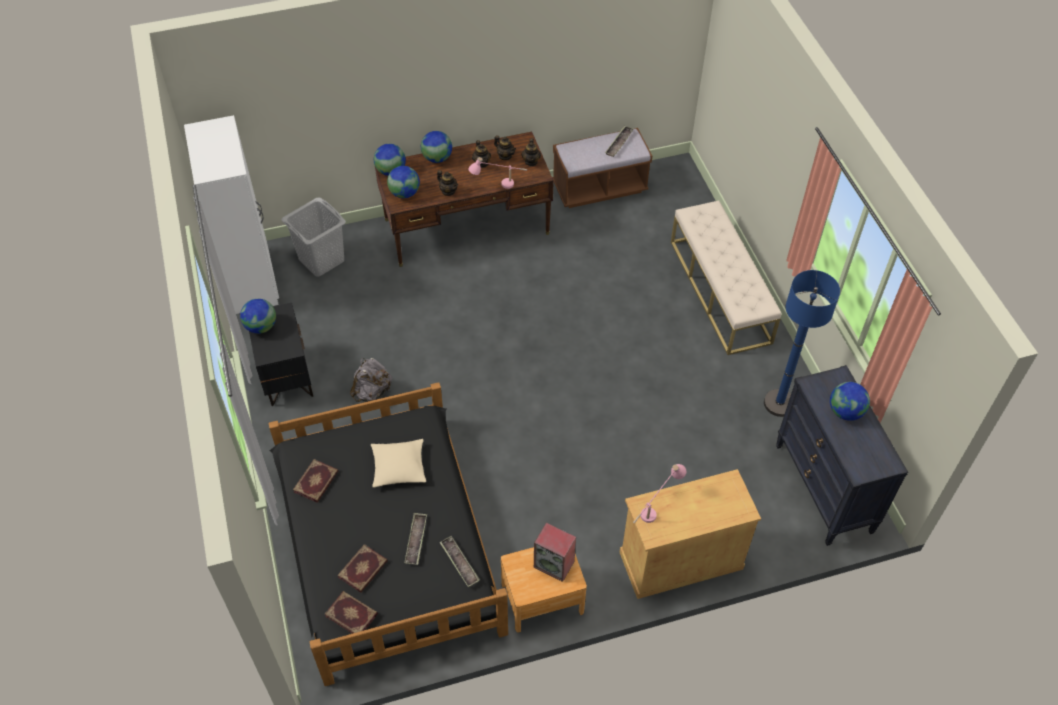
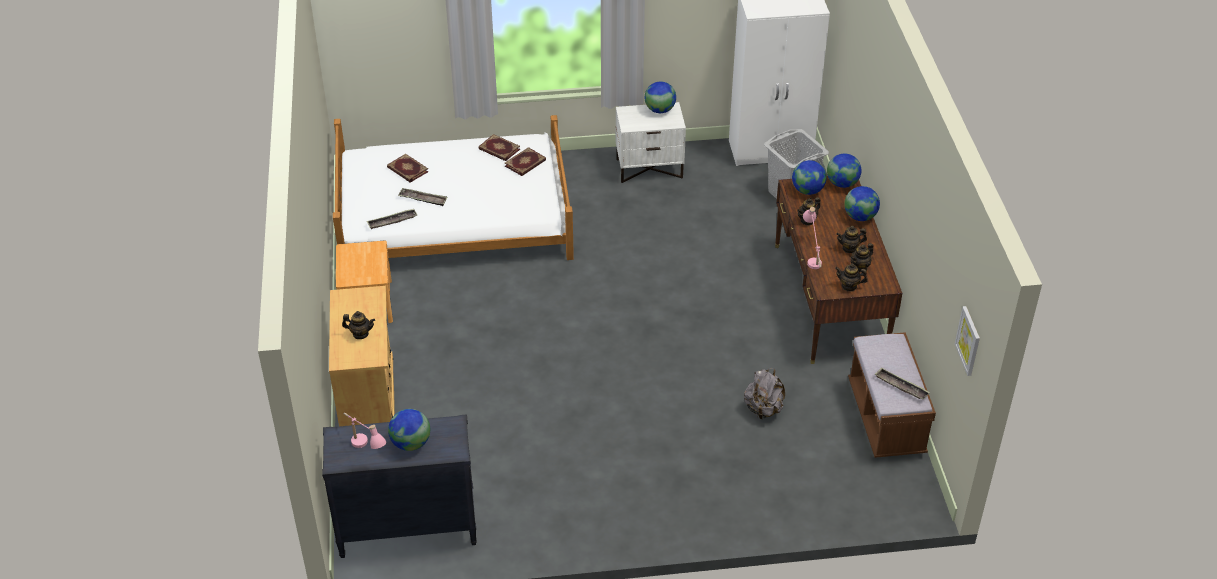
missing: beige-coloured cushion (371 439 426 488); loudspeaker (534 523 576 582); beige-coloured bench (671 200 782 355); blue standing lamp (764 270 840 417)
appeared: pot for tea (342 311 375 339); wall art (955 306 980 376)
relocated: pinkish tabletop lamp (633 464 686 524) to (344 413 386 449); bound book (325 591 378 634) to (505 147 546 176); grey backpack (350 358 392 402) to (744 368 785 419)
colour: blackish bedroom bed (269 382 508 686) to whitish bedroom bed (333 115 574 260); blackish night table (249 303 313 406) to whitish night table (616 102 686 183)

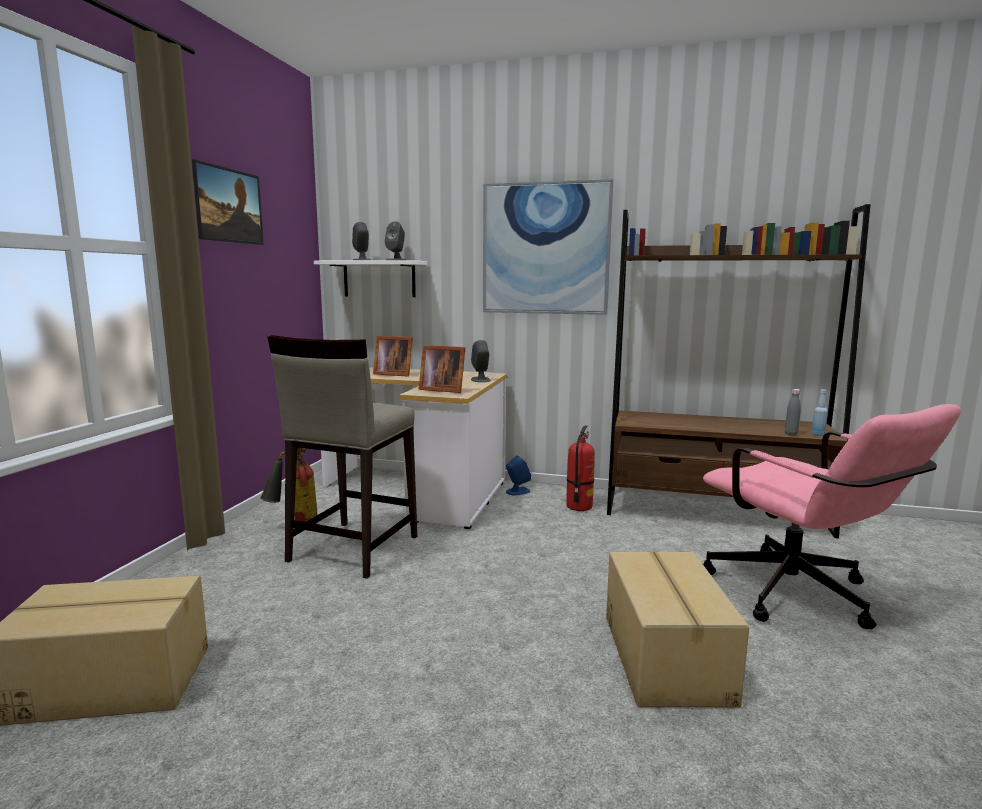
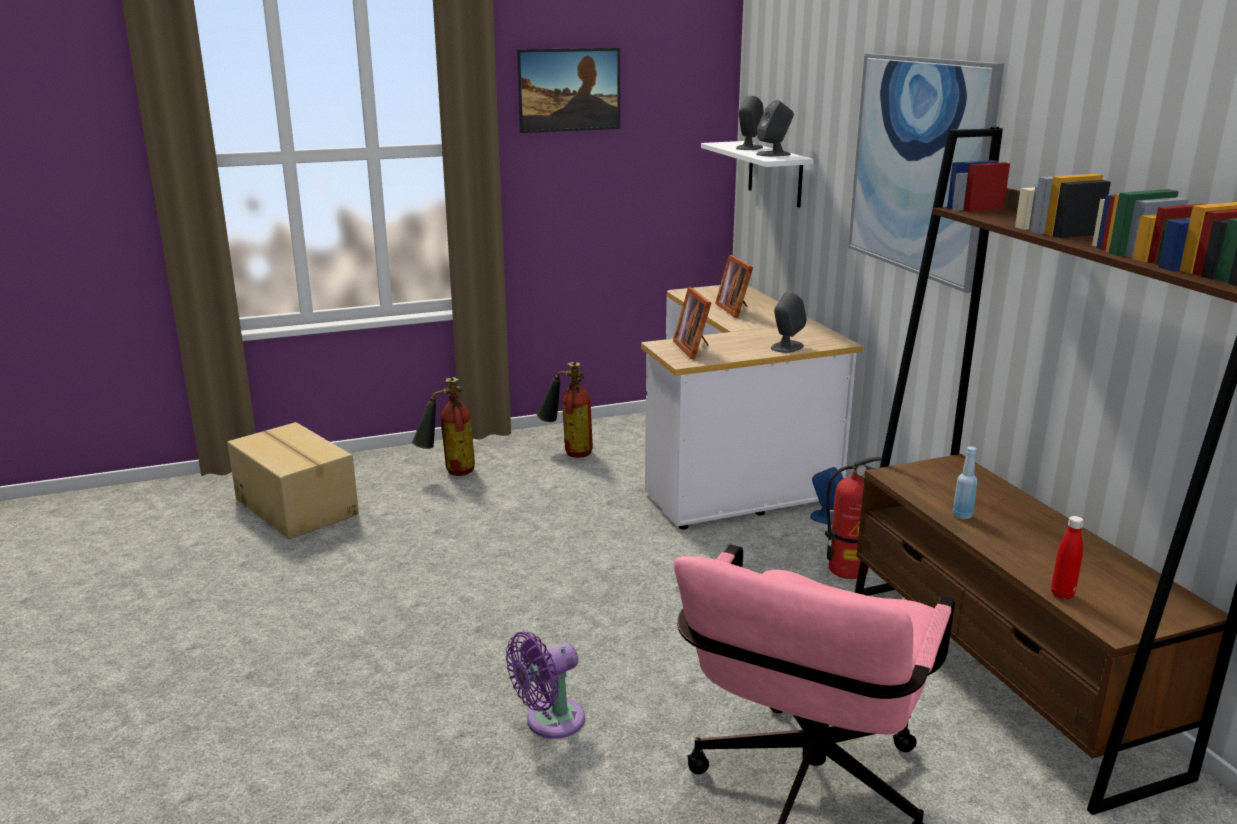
missing: beige-coloured stool seat (267 335 417 579)
appeared: fire-fighting cylinder (412 377 475 476)
relocated: blue beverage bottle (811 389 828 436) to (953 446 978 519)
exchanged: packing box (606 552 749 707) to purplish cooling fan (506 632 585 738)
colour: grey beverage bottle (785 389 801 435) to red beverage bottle (1051 516 1084 599)

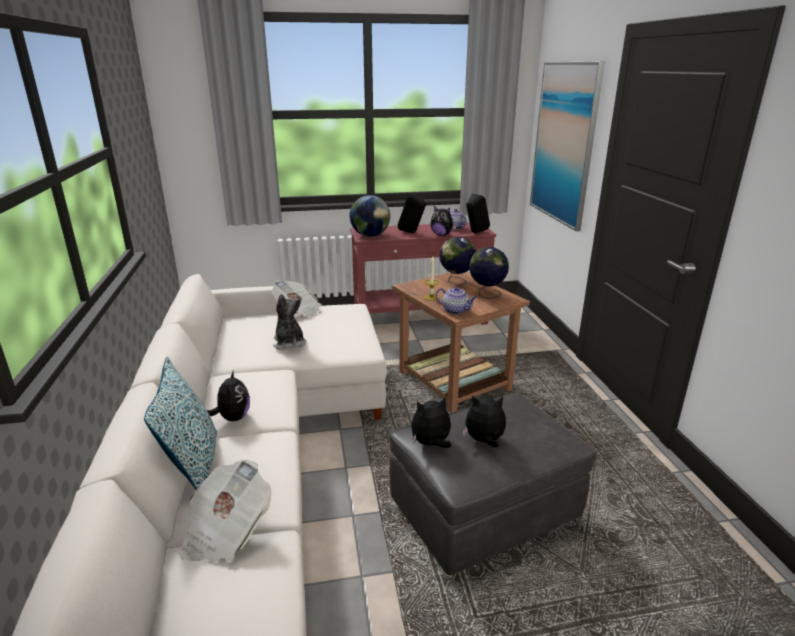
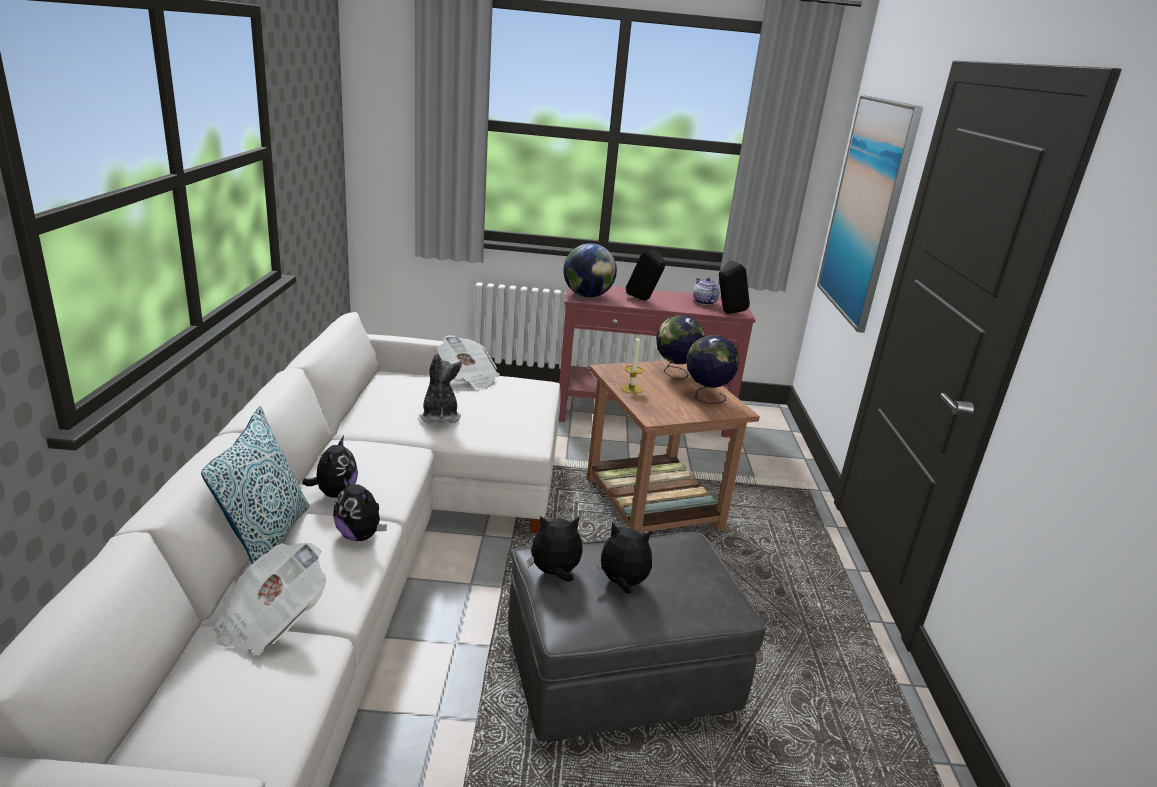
missing: pot for tea (436 286 477 314)
relocated: soft toy (430 206 457 236) to (333 477 387 541)

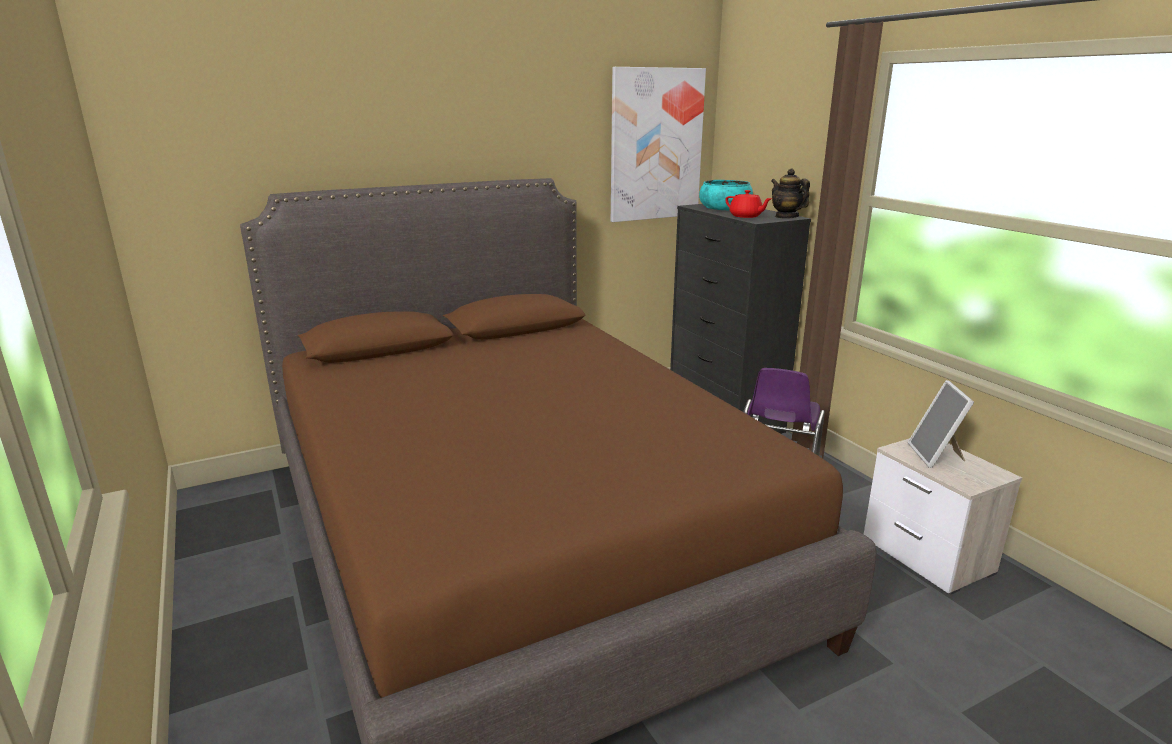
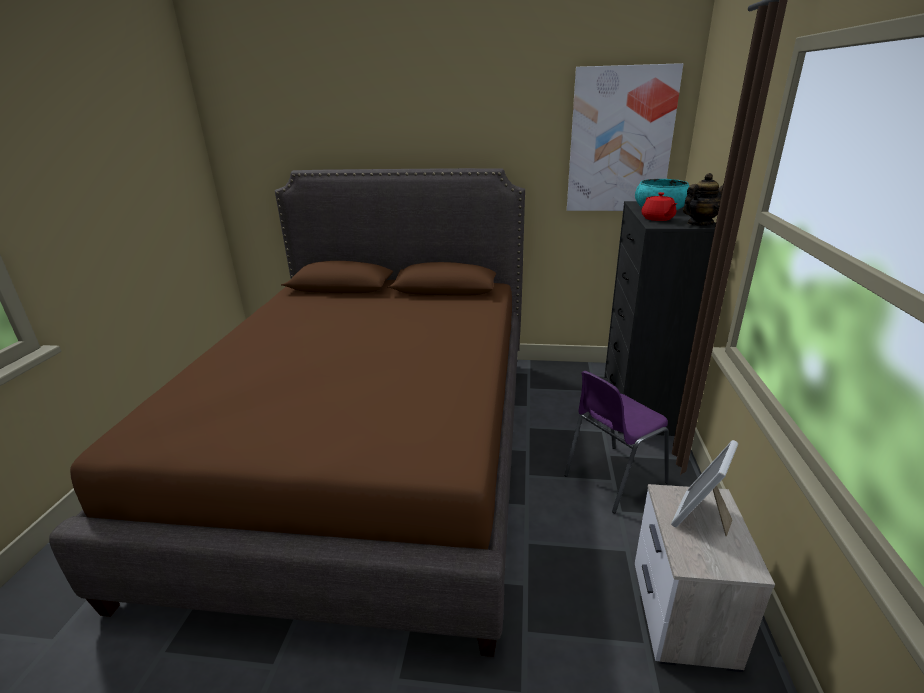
spun: pot for tea (771 168 810 218) = (683 173 723 226) 60 degrees clockwise

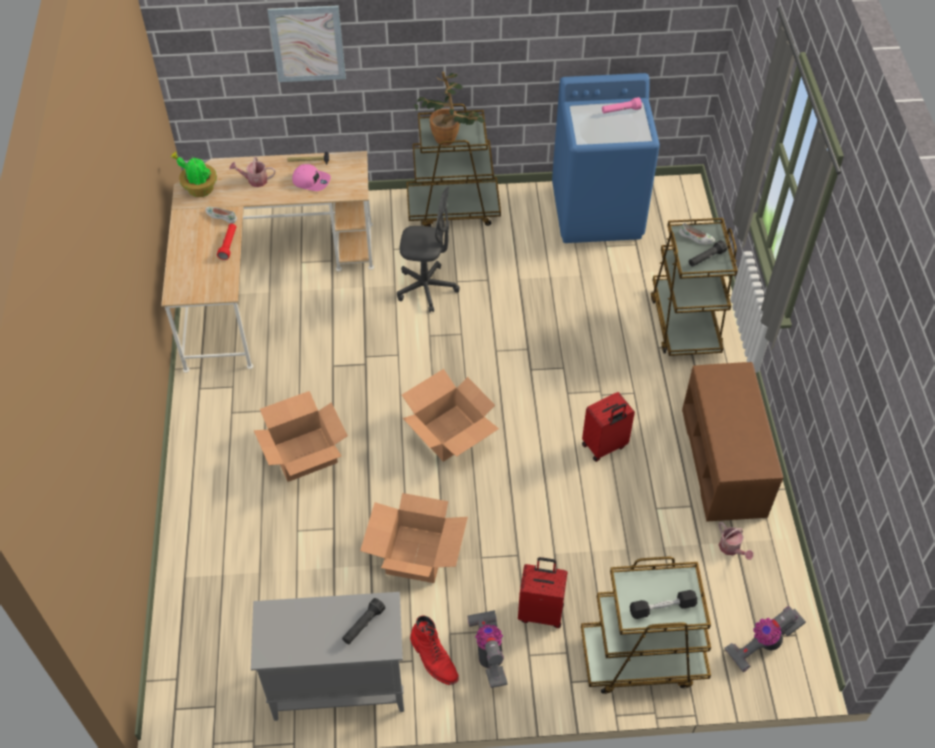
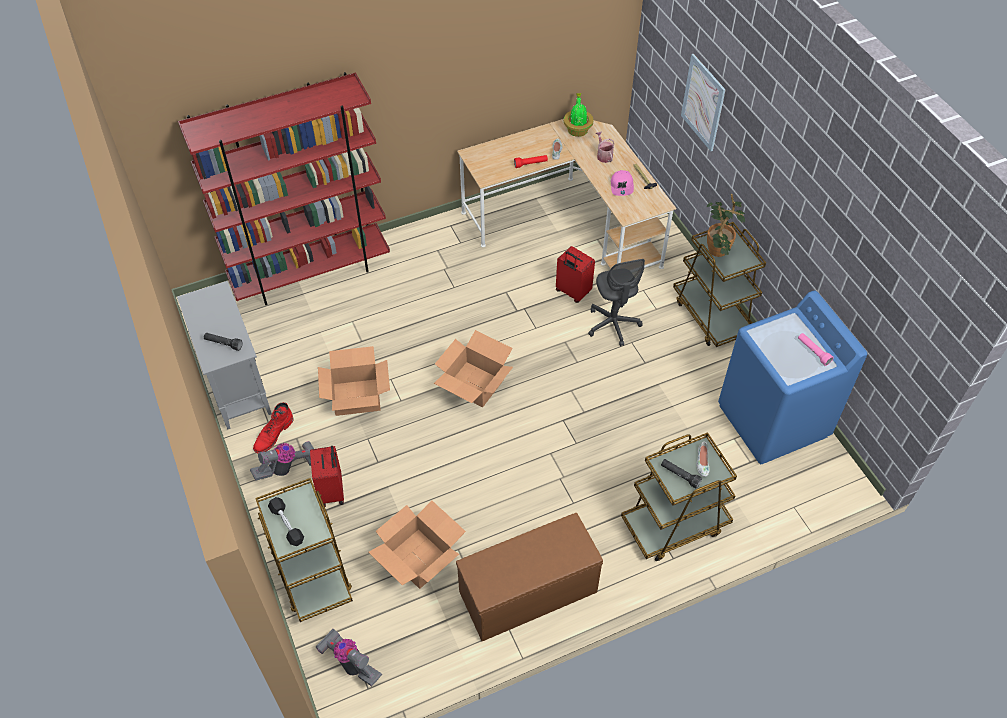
missing: watering pot (719 522 753 560)
appeared: red bookcase (178 72 390 305)
relocated: packing box (254 391 348 482) to (369 501 466 589); red travel case (582 392 635 462) to (556 246 595 303)

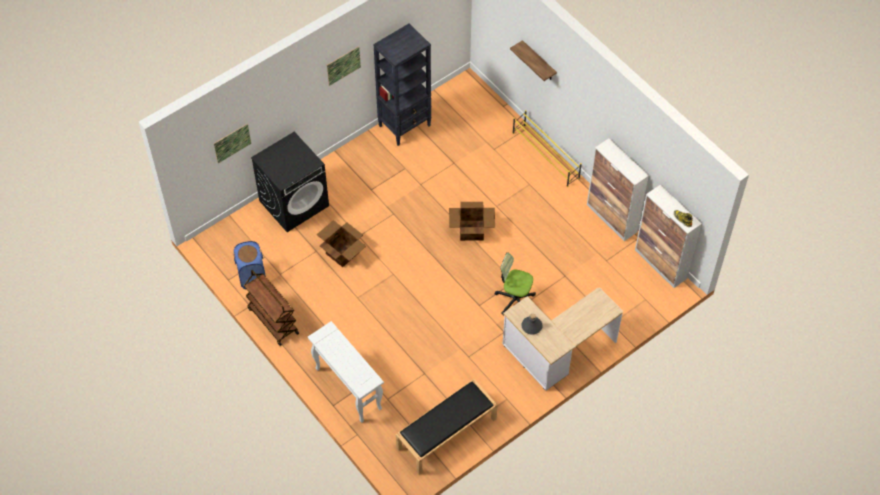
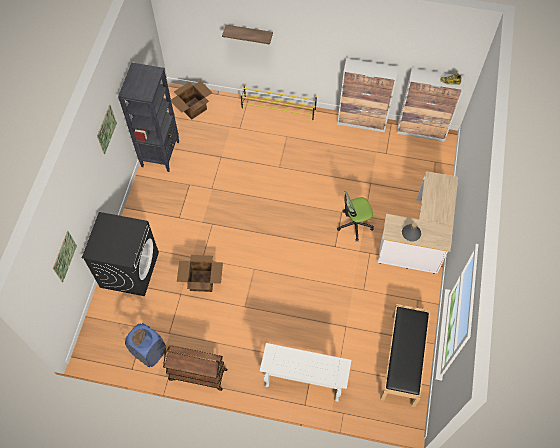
relocated: packing box (449 202 495 241) to (171 81 213 120)

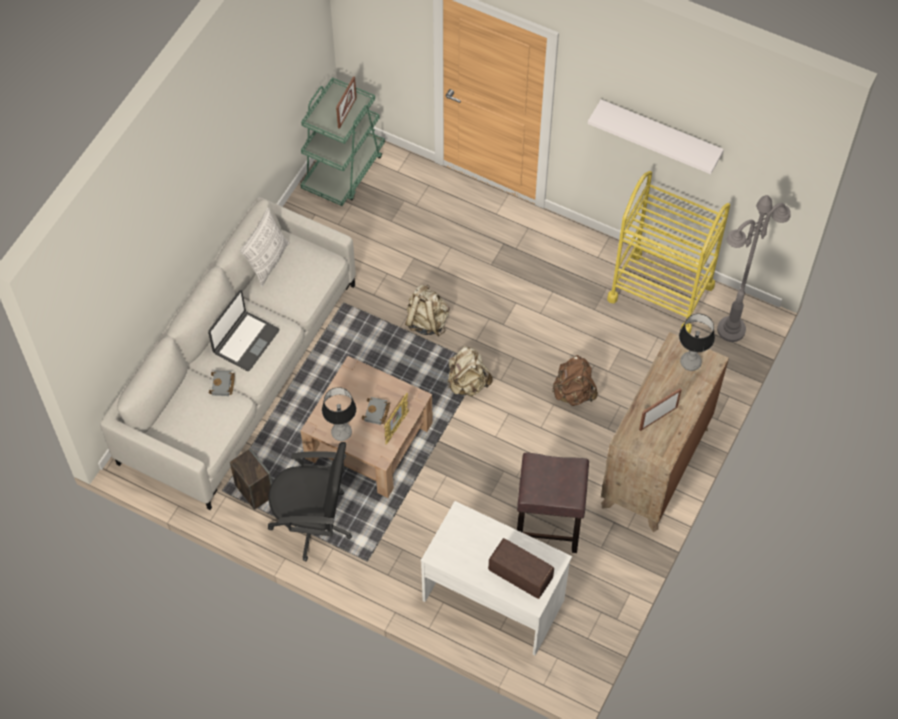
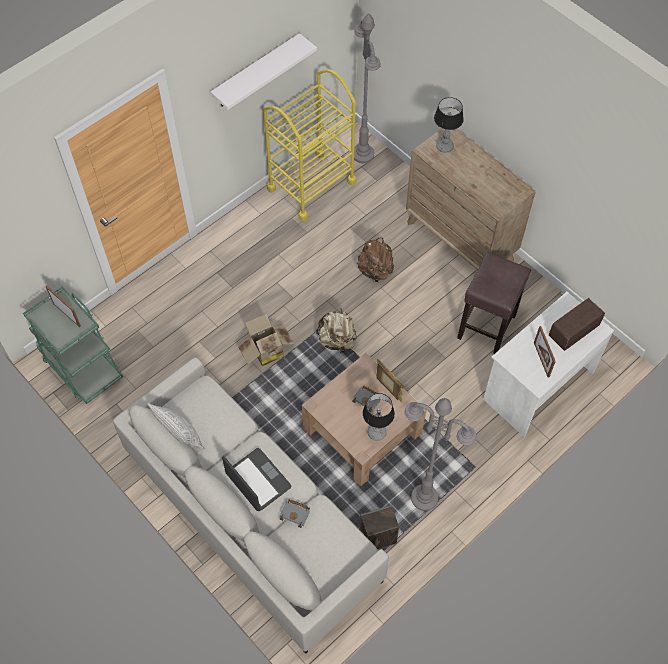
relocated: standing frame (639 388 682 431) to (534 326 556 378)
exchanged: beige-coloured backpack (405 285 450 337) to packing box (238 314 295 366); blackish desk chair (268 442 352 562) to grey standing lamp (404 398 476 511)

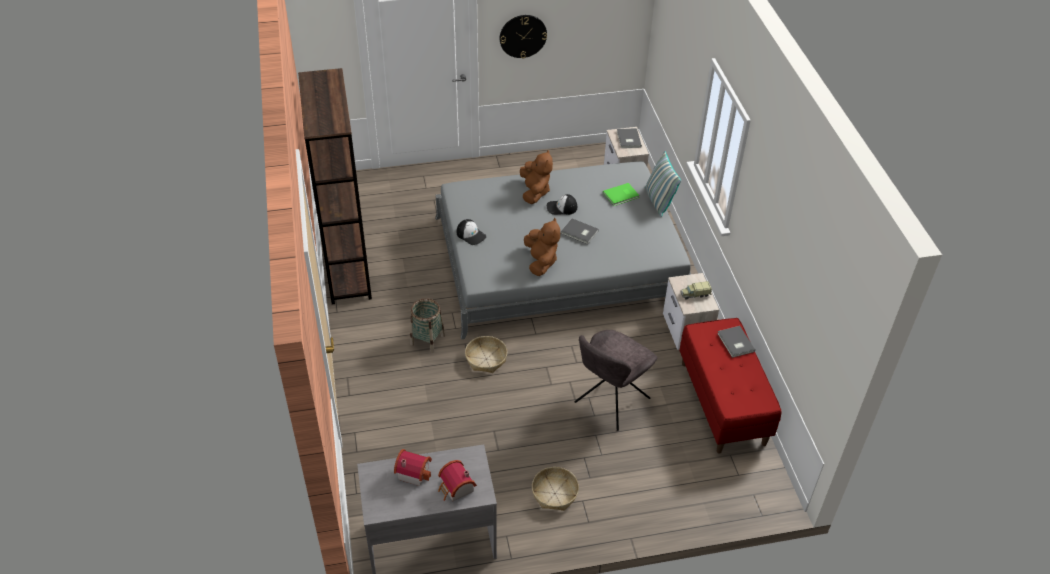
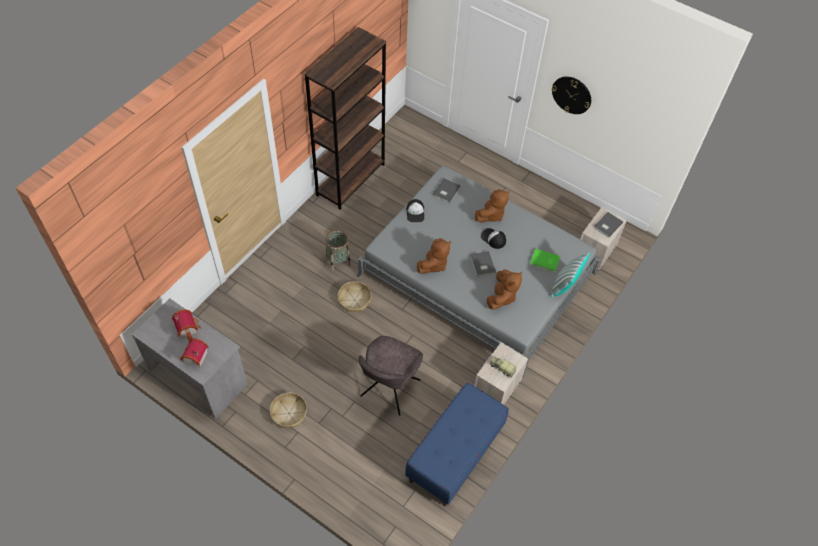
appeared: brown soft toy (487 270 522 310)
relocated: grey bound book (717 326 755 358) to (433 178 460 203)
colour: red bench (679 318 781 453) to blue bench (405 383 509 506)
spun: grey upright chair (574 330 658 431) = (358 336 423 416) 60 degrees counterclockwise

